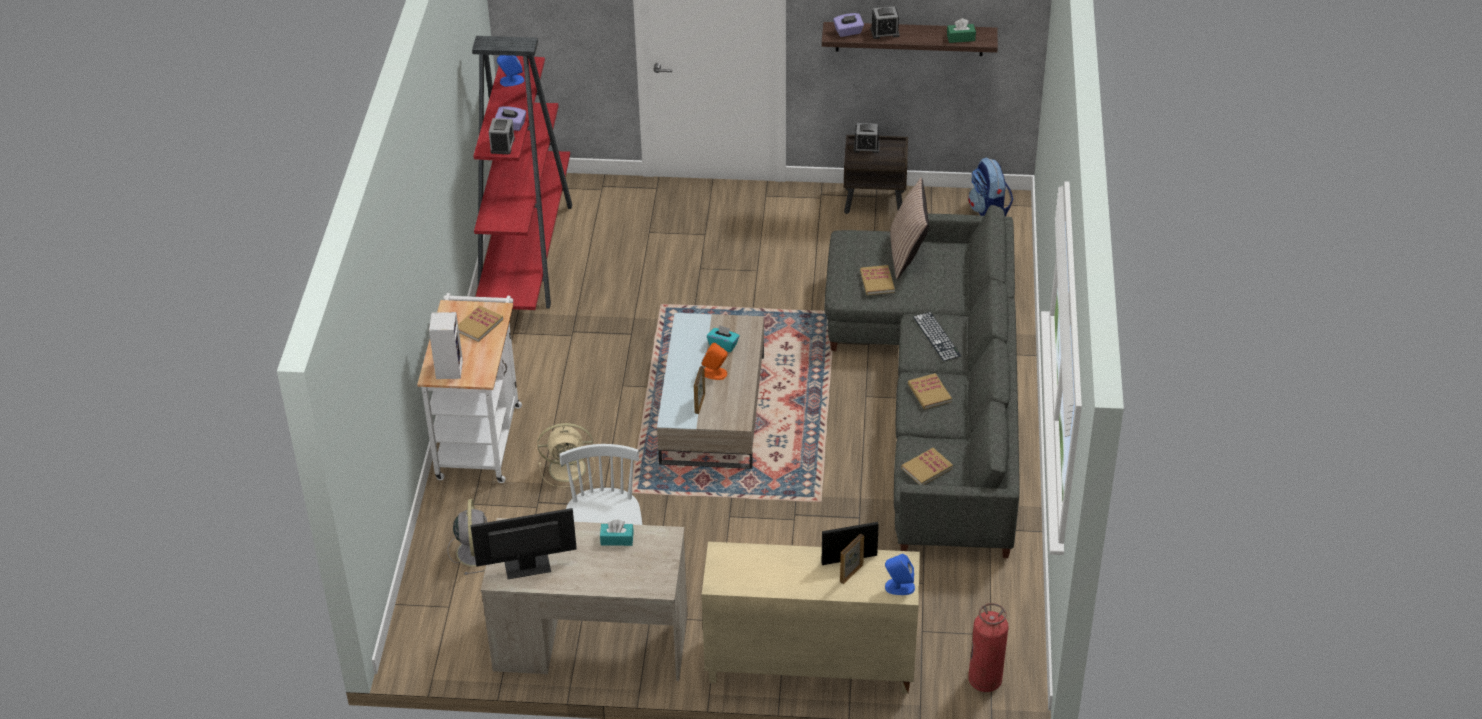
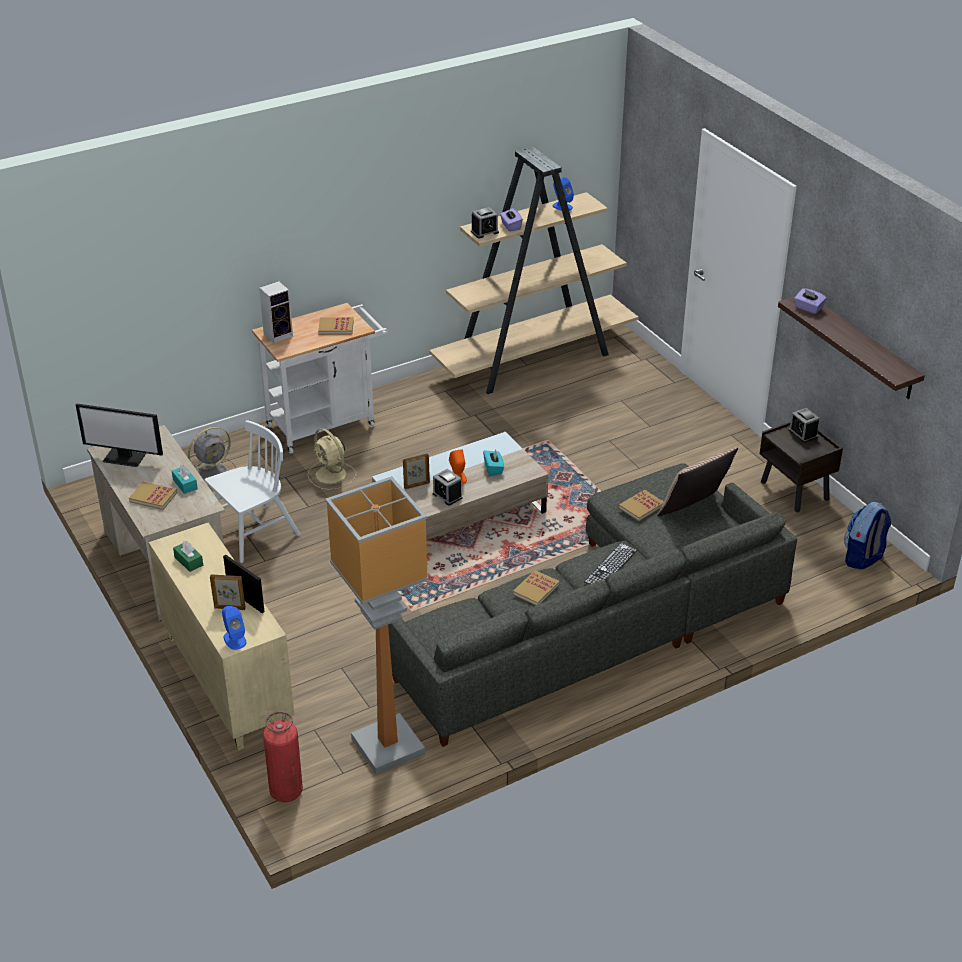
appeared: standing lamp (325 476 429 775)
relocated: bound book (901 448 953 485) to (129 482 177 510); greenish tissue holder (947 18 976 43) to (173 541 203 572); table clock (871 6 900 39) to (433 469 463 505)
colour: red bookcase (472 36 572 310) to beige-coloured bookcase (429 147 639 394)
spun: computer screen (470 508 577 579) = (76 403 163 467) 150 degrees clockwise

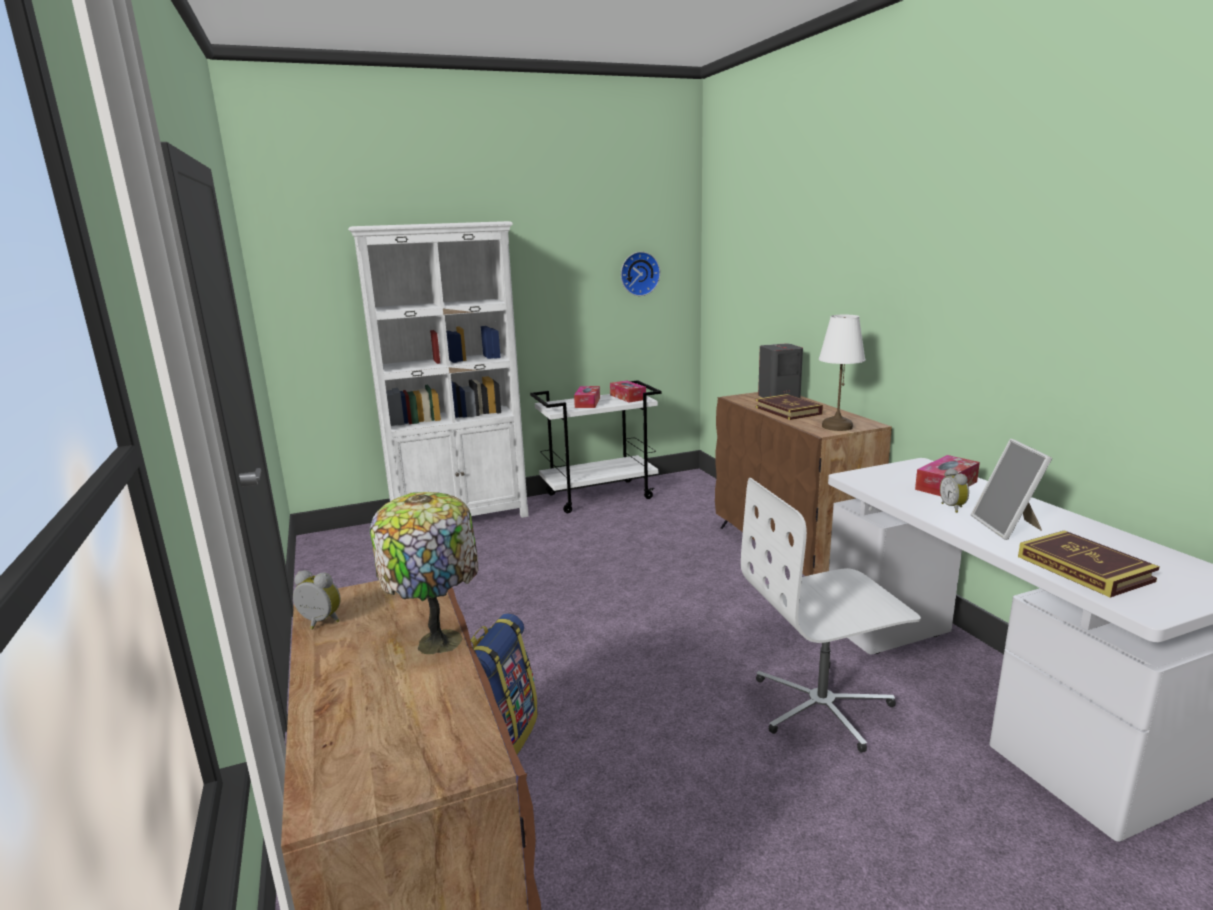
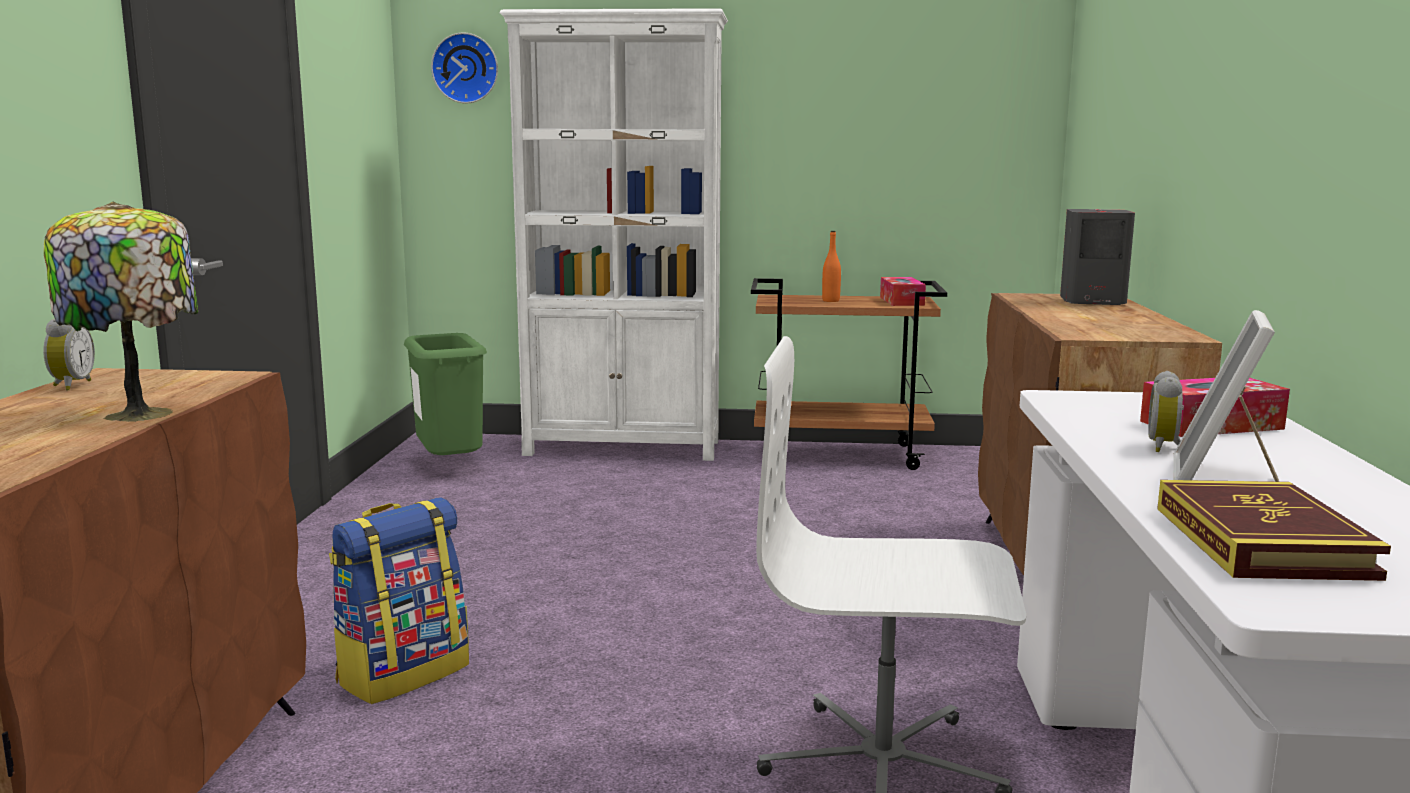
missing: bound book (756 394 823 420); whitish tabletop lamp (819 315 866 431)
appeared: greenish rubbish bin (404 333 487 455)
relocated: wall clock (621 252 660 296) to (431 33 498 103)
exchanged: tissue holder (574 386 600 408) to orangey beverage bottle (822 231 841 302)
colour: whitish wheeled cart (530 380 662 513) to brown wheeled cart (751 278 947 470)
spun: table clock (293 570 341 629) = (43 319 95 390) 45 degrees clockwise

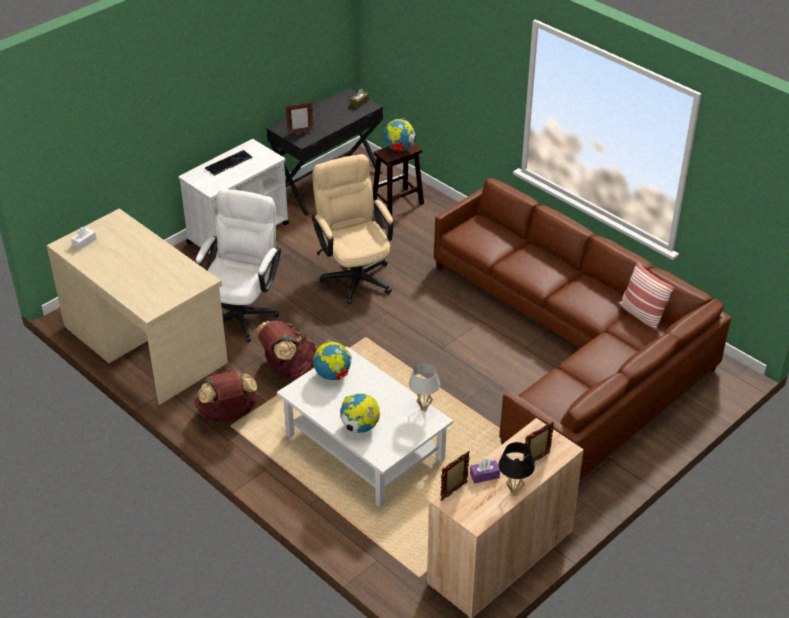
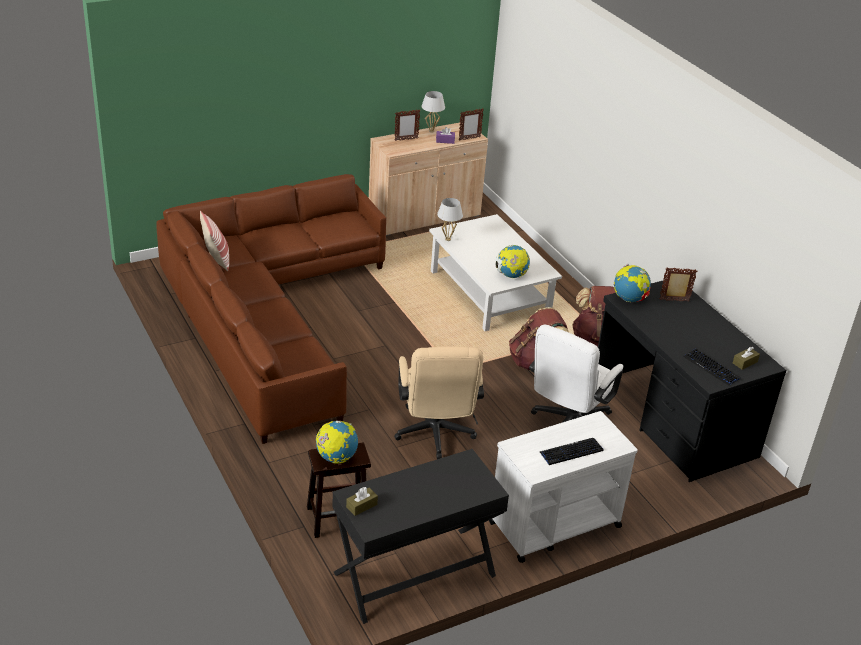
appeared: computer keyboard (683 349 741 385)
relocated: globe (340 393 380 433) to (614 264 651 302); standing frame (285 102 314 134) to (659 267 697 302)
colour: blackish tabletop lamp (498 442 535 496) to whitish tabletop lamp (421 91 445 132); beige-coloured desk (47 208 228 405) to blackish desk (598 281 787 482); whitish tissue holder (71 227 96 250) to brown tissue holder (733 347 760 370)

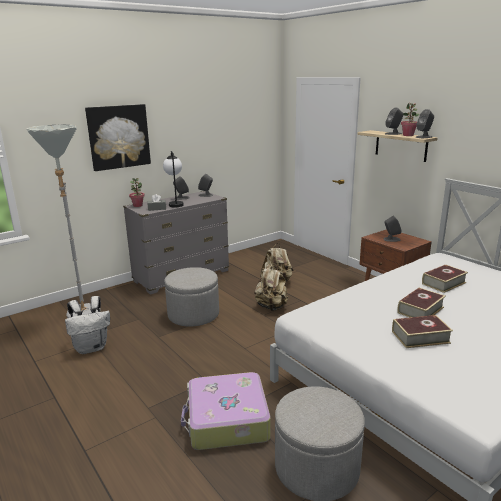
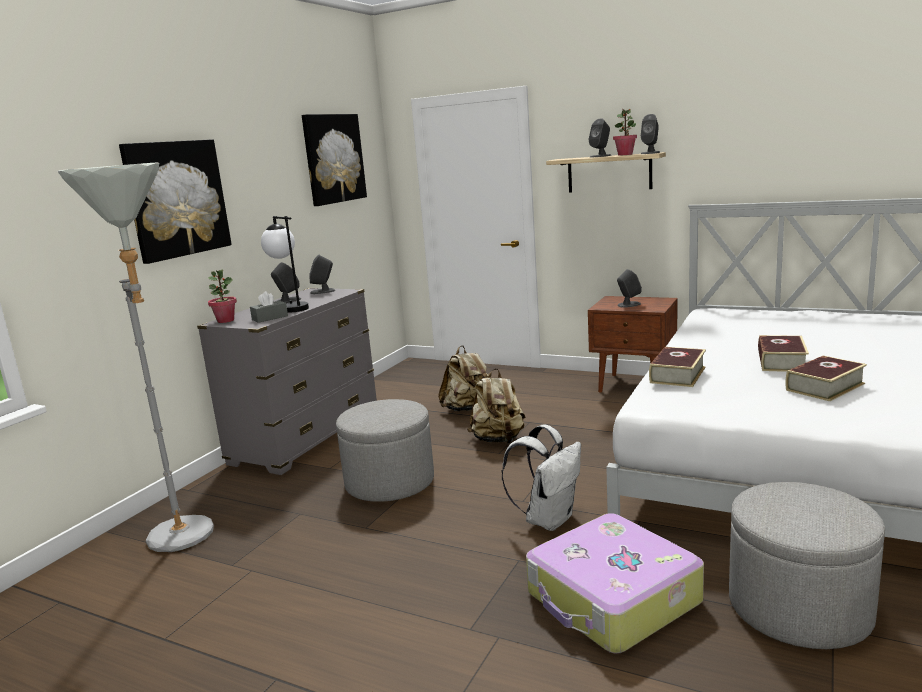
appeared: wall art (302 114 367 206)
relocated: whitish backpack (65 296 110 354) to (501 425 581 531); bound book (422 265 468 293) to (649 347 706 387)

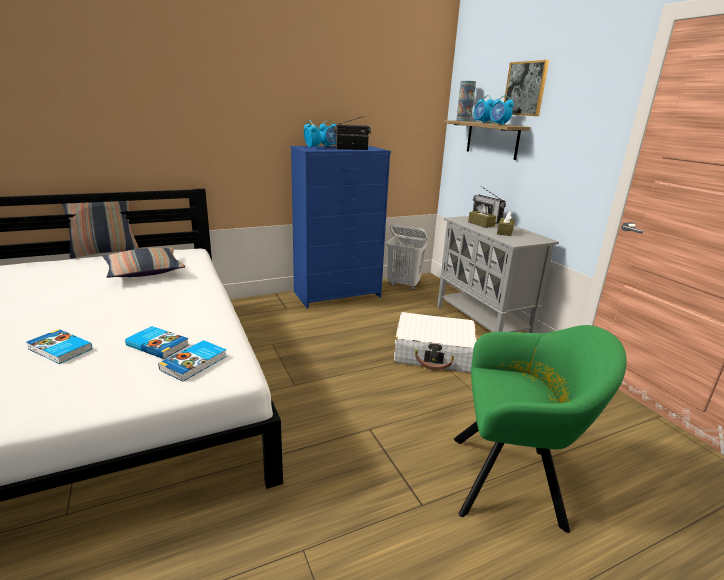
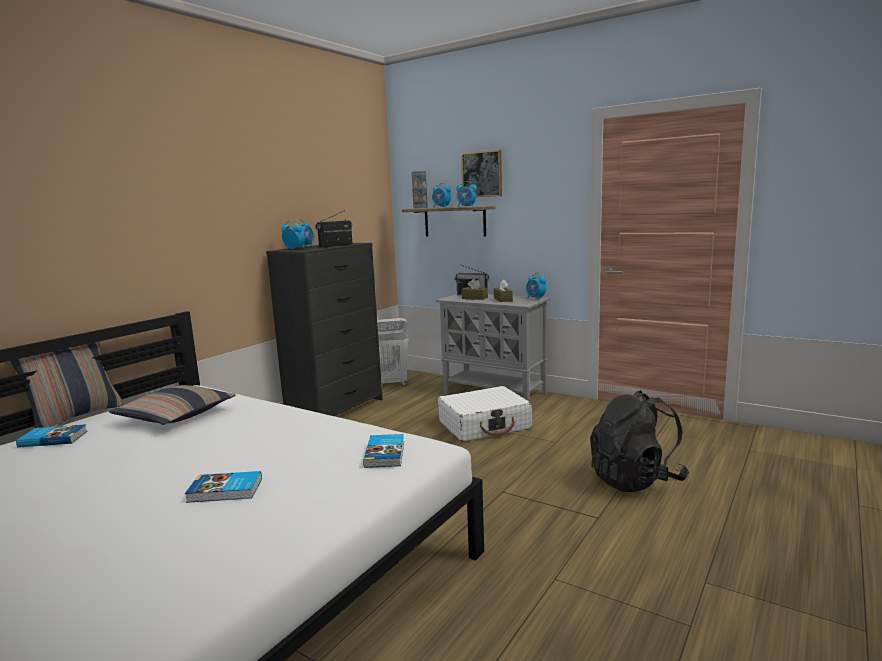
appeared: table clock (526 272 547 300)
relocated: bound book (125 326 189 359) to (16 424 87 448)
exchanged: greenish easy chair (454 325 627 533) to blackish backpack (590 390 689 492)
colour: blue drawer chest (290 146 391 309) to blackish drawer chest (266 243 383 416)

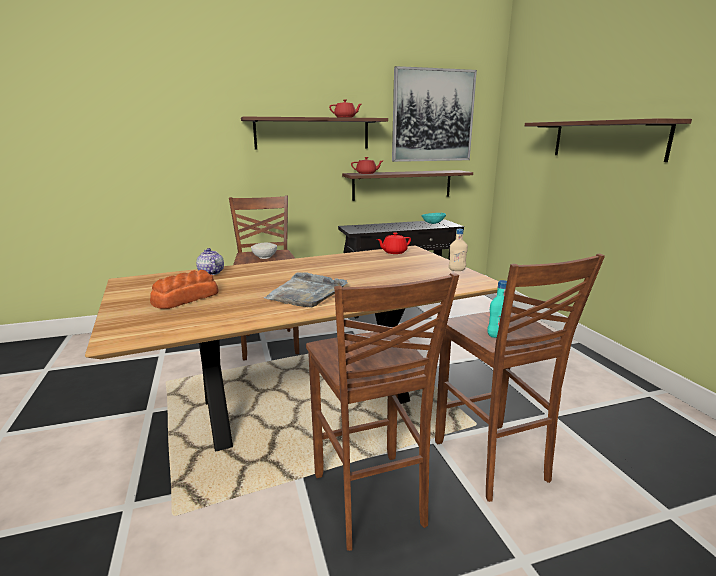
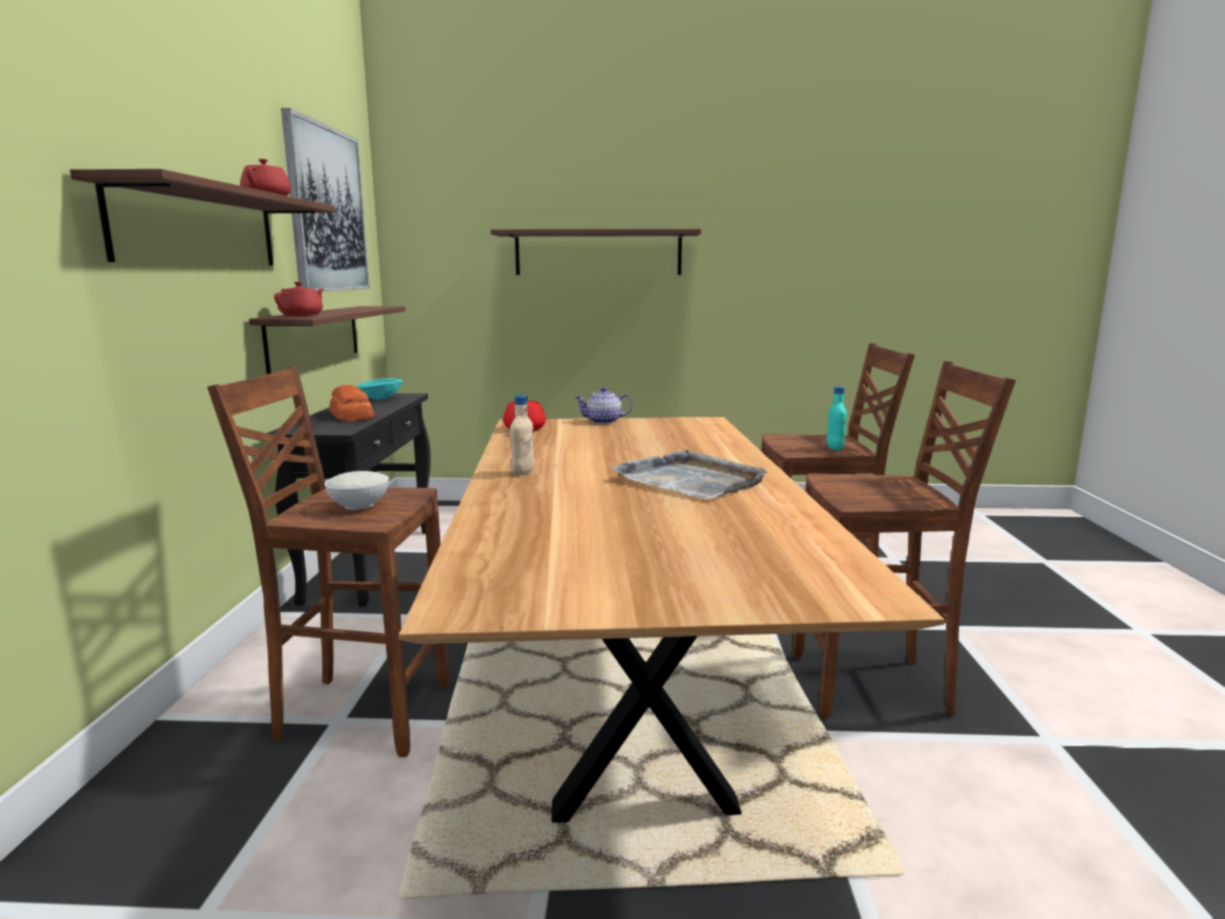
relocated: bread (150 270 219 309) to (329 385 374 421); beige-coloured beverage bottle (449 229 468 271) to (510 395 534 476); pot for tea (196 248 224 275) to (574 387 633 424)

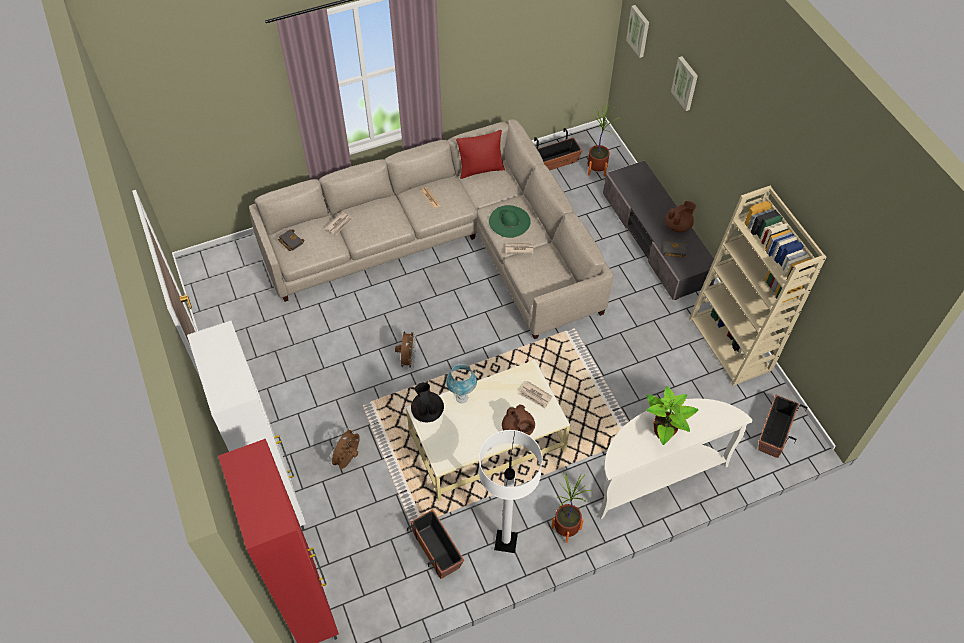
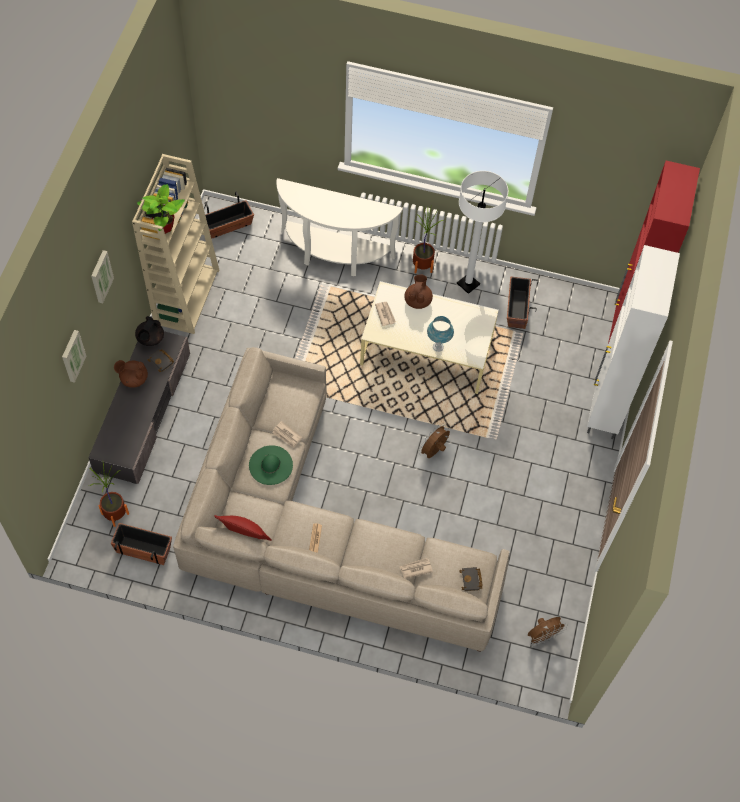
relocated: wall art (626 5 649 58) to (91 250 114 303); blackish pot for tea (411 382 444 422) to (135 316 164 346); plant in a pot (646 386 698 445) to (137 184 185 234); brown cooling fan (329 427 360 469) to (528 617 568 646)

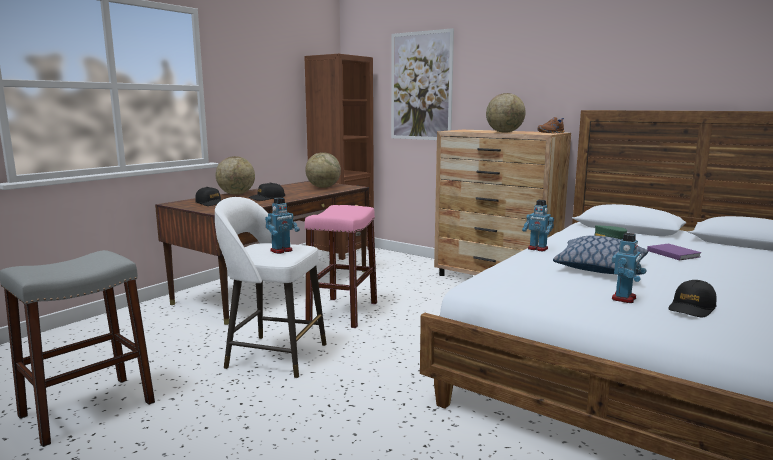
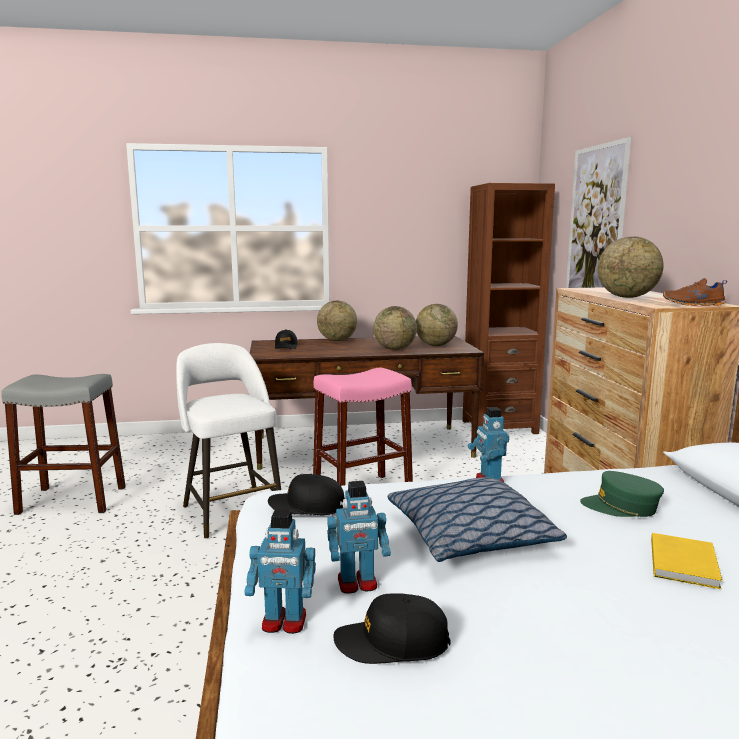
appeared: globe (373 306 417 350)
relocated: robot figure (265 197 300 254) to (244 509 316 634); blackish peaked cap (248 183 285 201) to (268 474 345 515)
colour: purplish bound book (647 243 702 260) to yellowish bound book (651 533 722 589)

